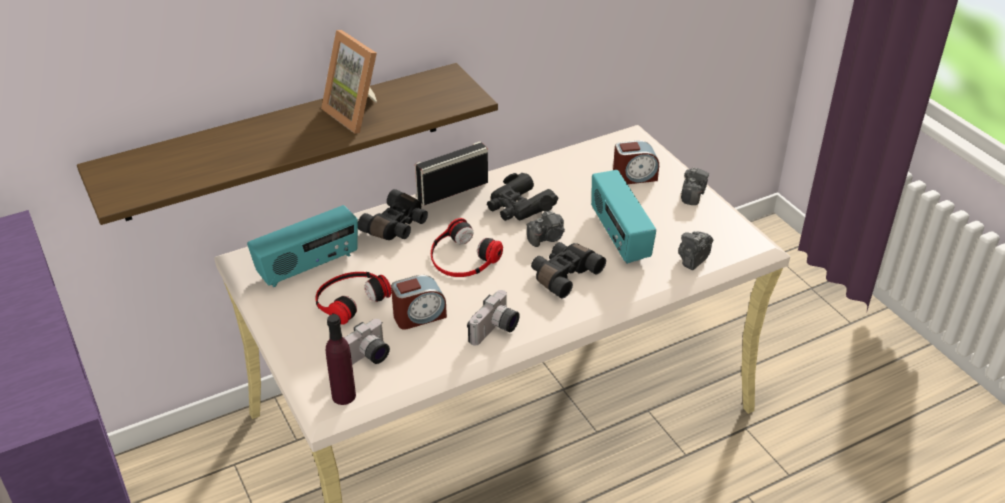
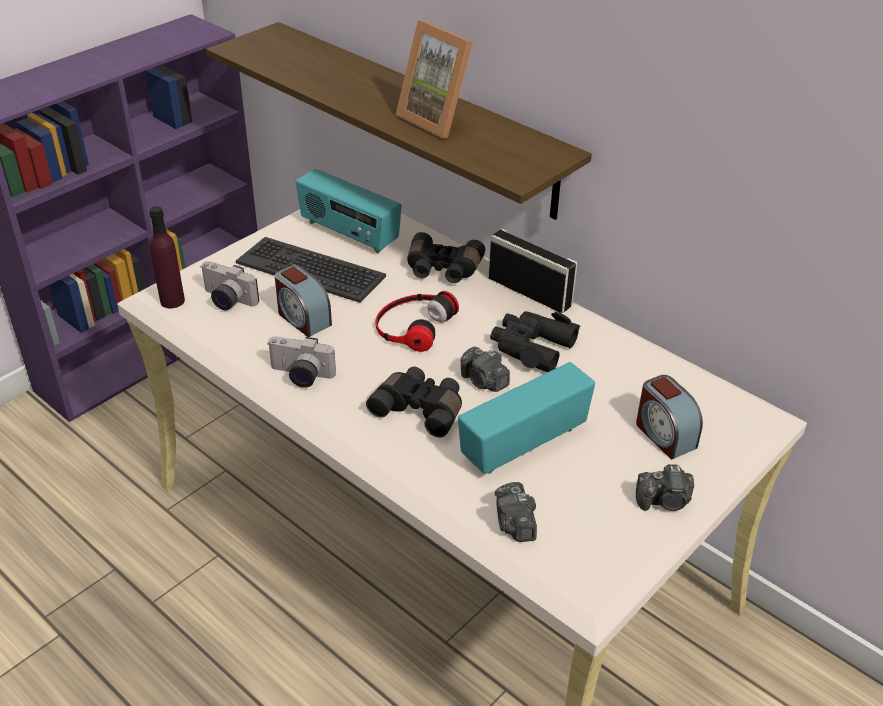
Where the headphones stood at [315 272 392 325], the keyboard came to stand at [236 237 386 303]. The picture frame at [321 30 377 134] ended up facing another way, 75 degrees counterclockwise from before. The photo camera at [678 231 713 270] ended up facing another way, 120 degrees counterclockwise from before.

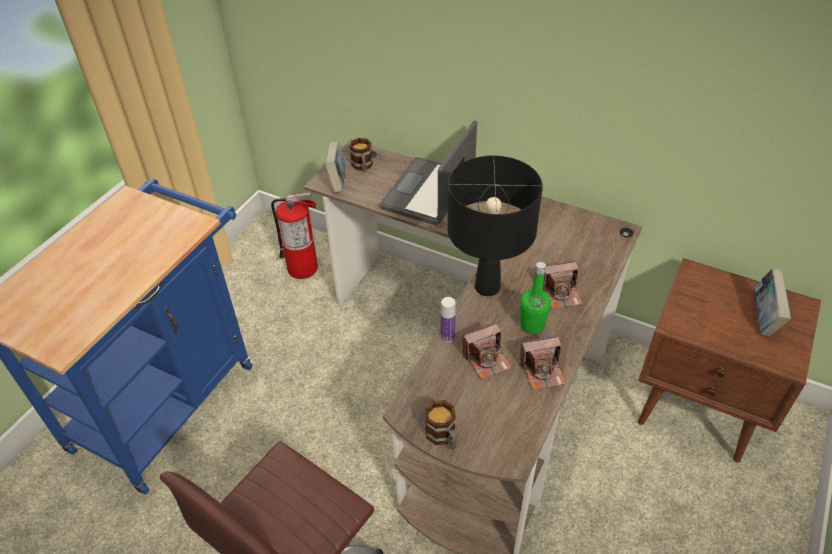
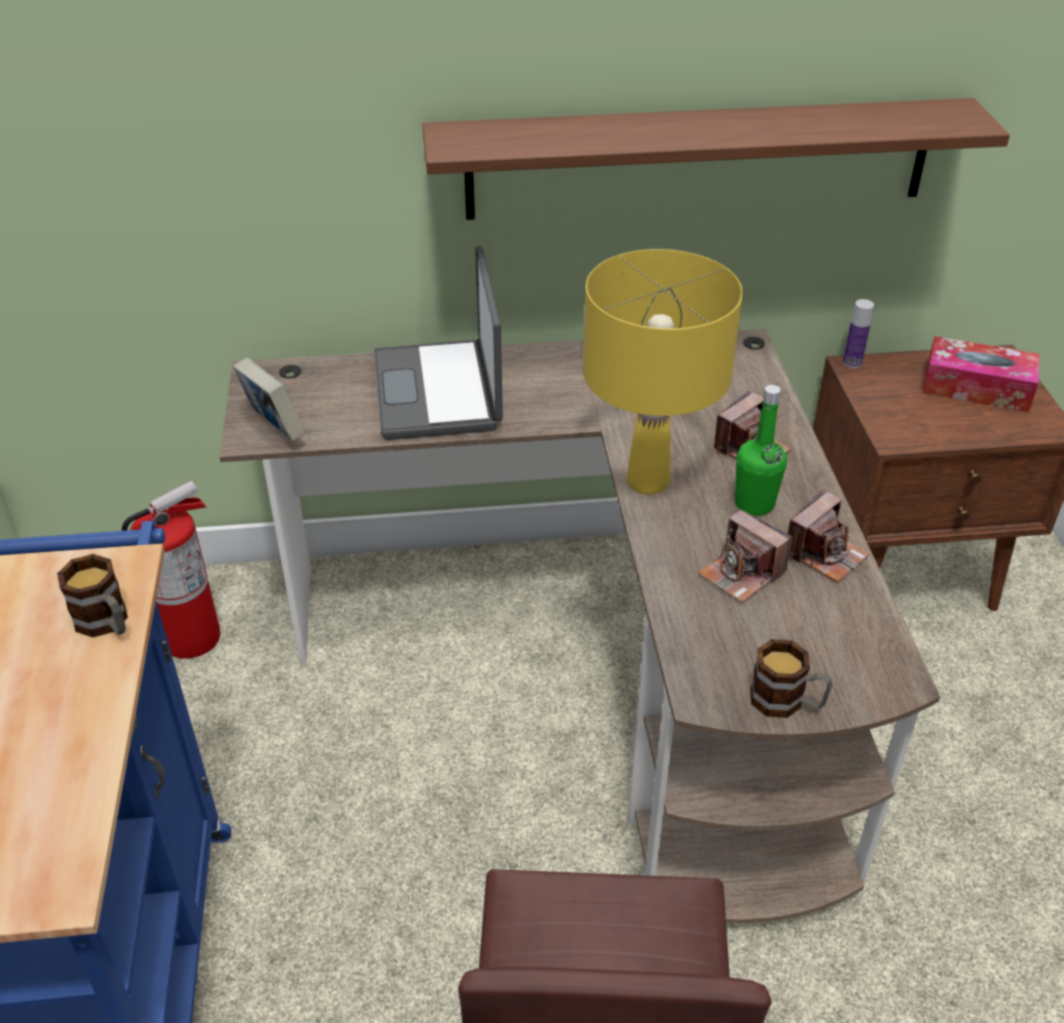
The second view gained the shelf at [422 98 1010 220]. The mug ended up elsewhere, having gone from [349 138 373 172] to [57 554 128 637]. The bottle ended up elsewhere, having gone from [441 297 456 342] to [843 299 874 368]. Where the book stood at [754 269 791 336], the tissue box came to stand at [923 336 1040 412]. What was the black table lamp at [447 155 543 296] turned into the yellow table lamp at [583 249 743 495]. The photo camera at [463 322 512 380] ended up facing another way, 105 degrees clockwise from before.

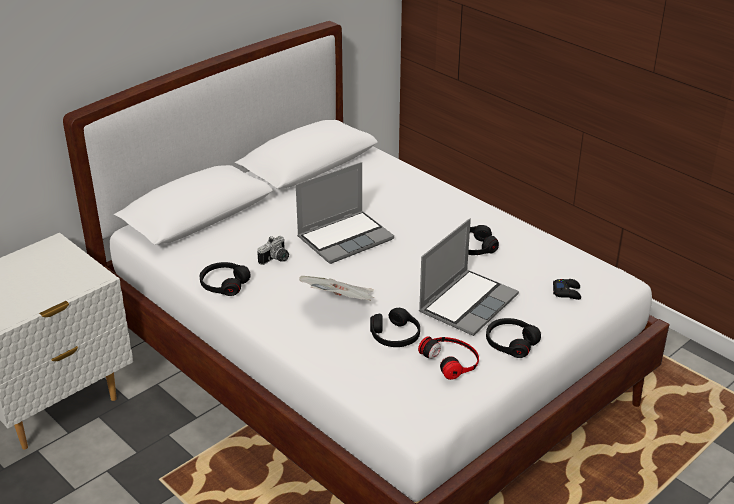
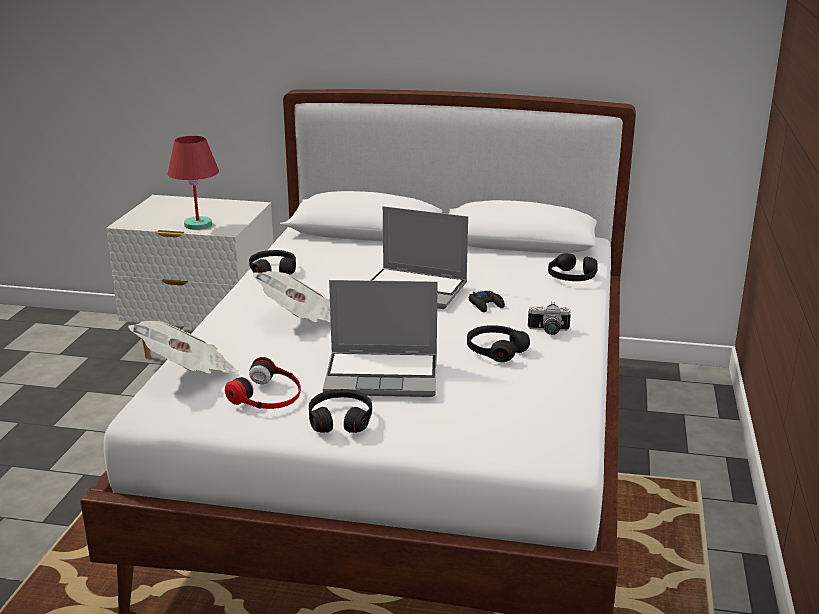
The second view gained the newspaper at [128 321 238 373]. The second view gained the red table lamp at [167 136 219 230]. The photo camera ended up elsewhere, having gone from [257 236 289 265] to [528 301 571 335]. The black headphones ended up elsewhere, having gone from [370 308 420 347] to [548 253 598 281]. The black game controller ended up elsewhere, having gone from [553 279 581 300] to [469 291 505 312].

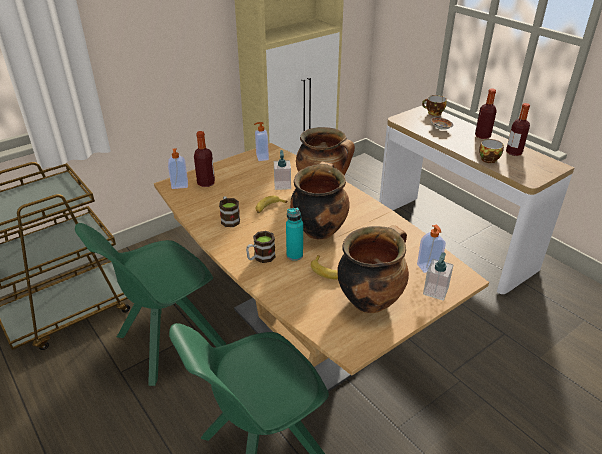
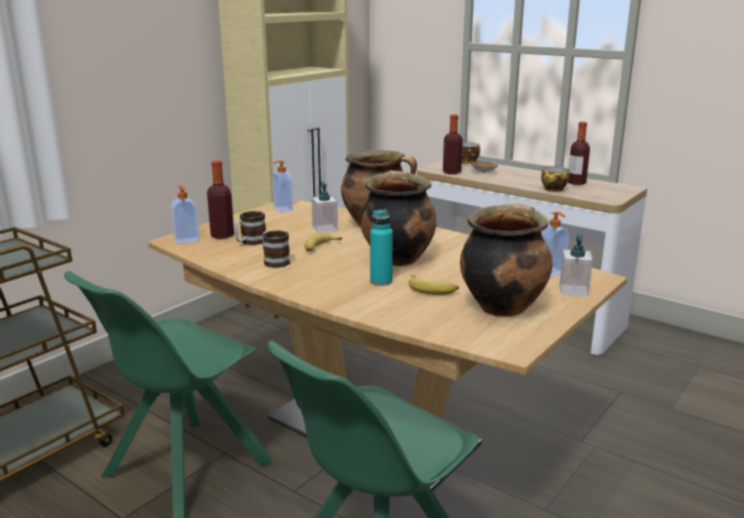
The mug ended up elsewhere, having gone from [246 231 275 263] to [234 211 266 245]. The bottle ended up elsewhere, having gone from [475 88 497 139] to [443 114 463 174].

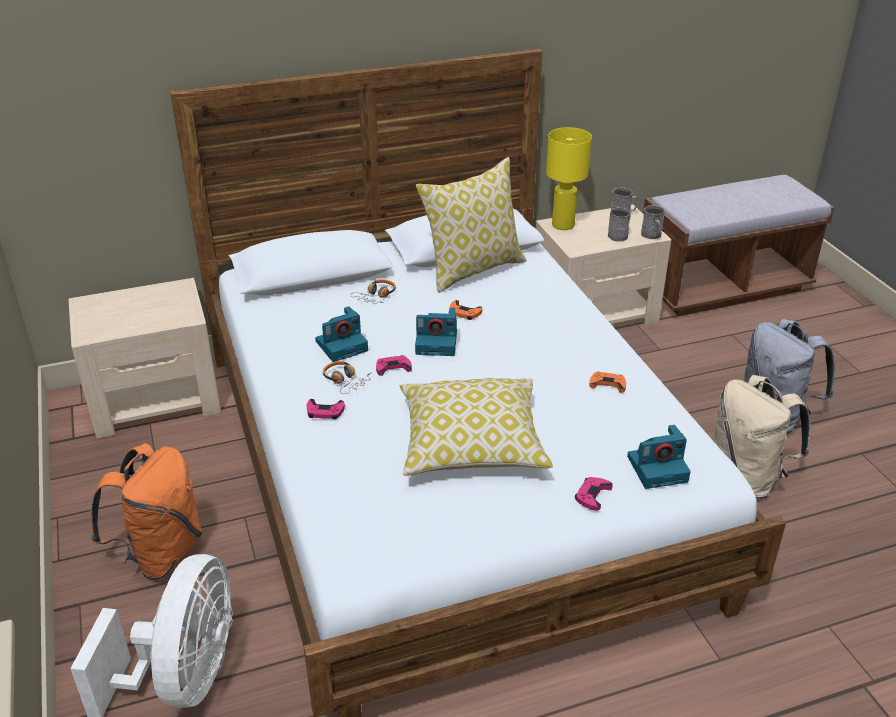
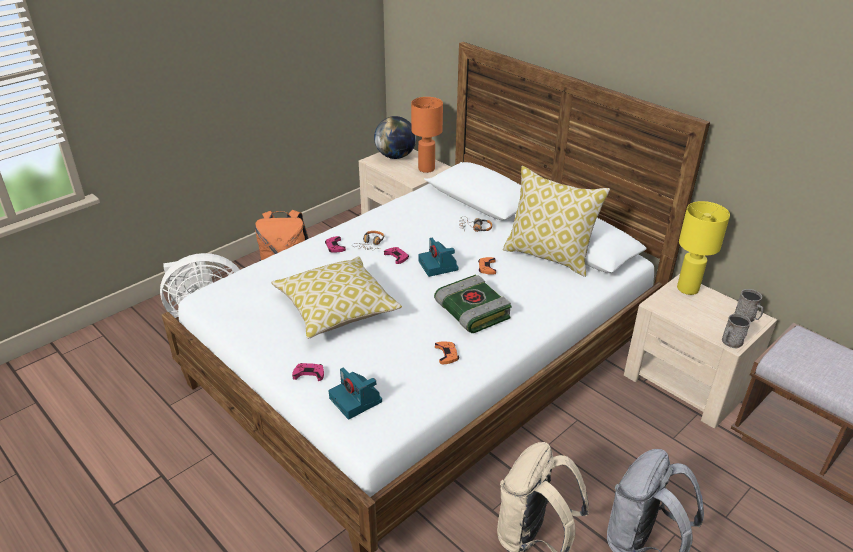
The second view lost the photo camera at [315 306 368 362]. The second view lost the grey mug at [608 207 631 242]. The second view gained the globe at [374 116 416 159]. The second view gained the orange table lamp at [411 97 443 173]. The second view gained the book at [434 275 512 333].

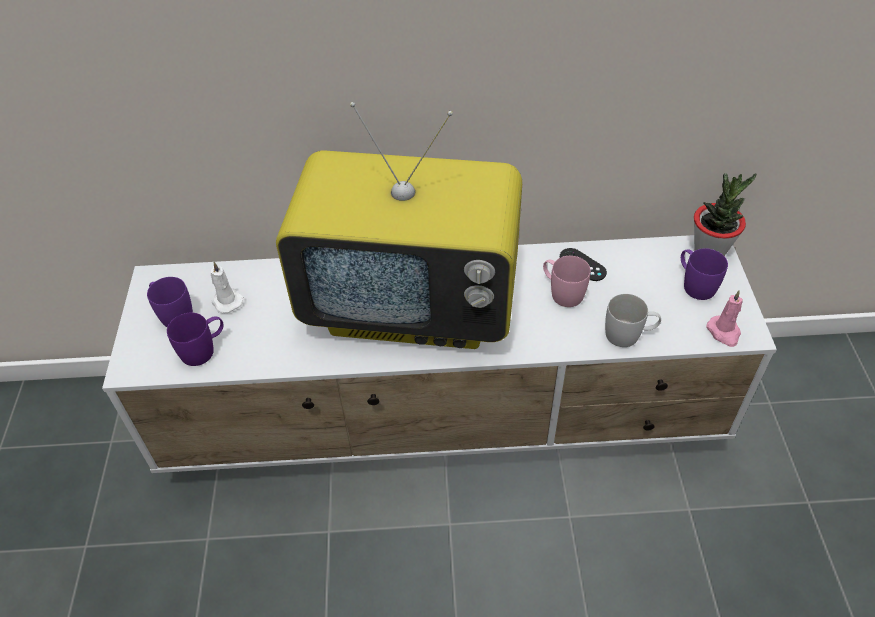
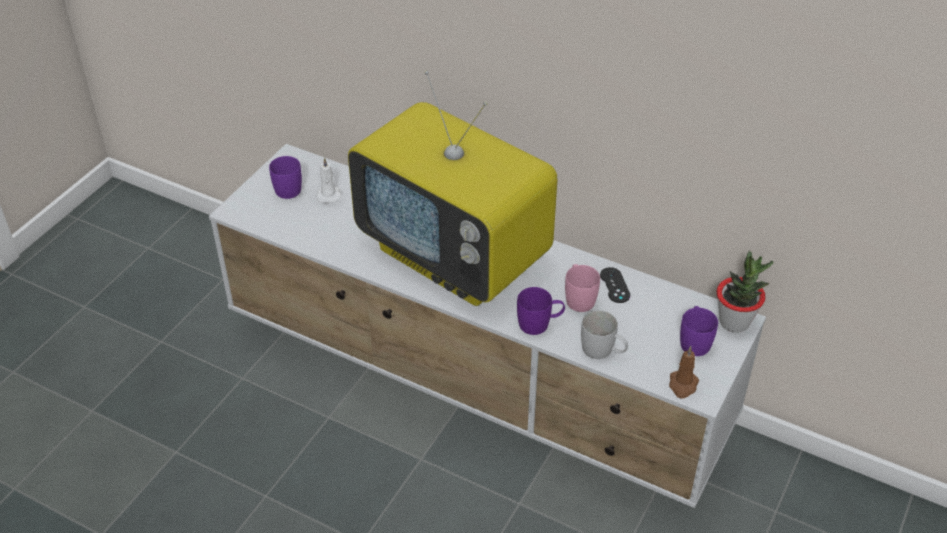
The purple mug ended up elsewhere, having gone from [167 313 223 366] to [517 287 565 335]. What was the pink candle at [706 290 743 347] turned into the brown candle at [669 346 699 399].

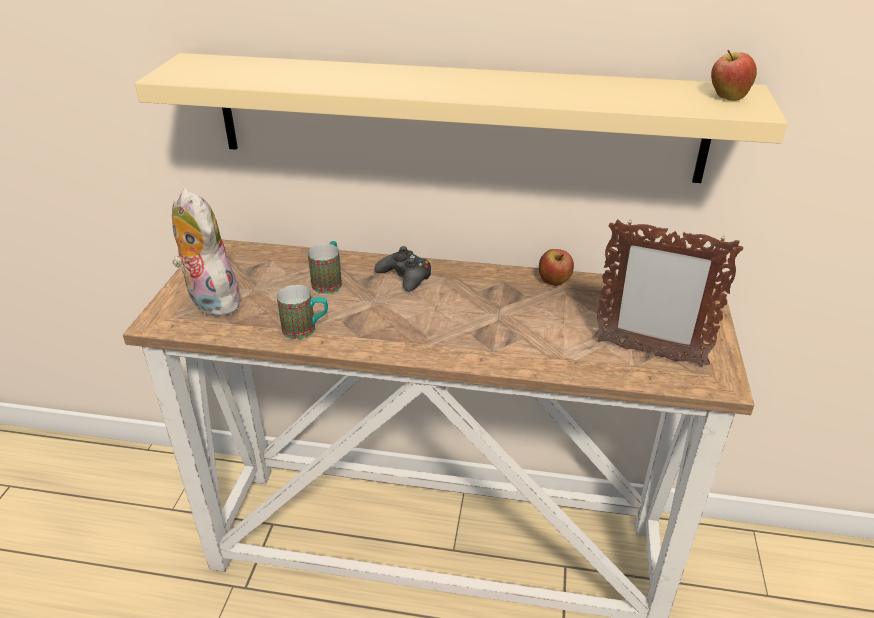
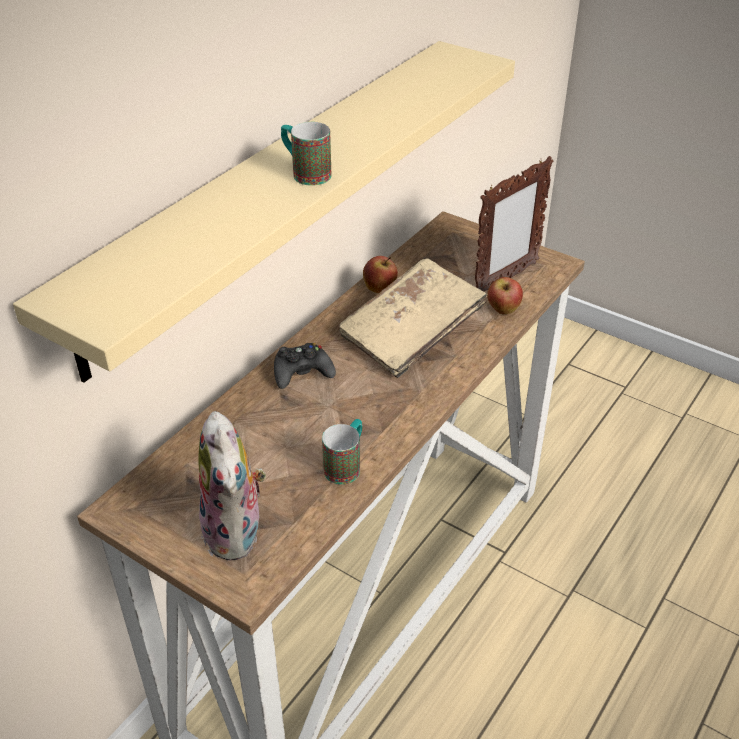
The second view gained the beige book at [339 259 488 378]. The mug ended up elsewhere, having gone from [308 241 342 294] to [281 122 332 186]. The apple ended up elsewhere, having gone from [711 50 757 101] to [487 277 523 314]. The plush toy at [172 189 240 317] ended up facing another way, 90 degrees counterclockwise from before.

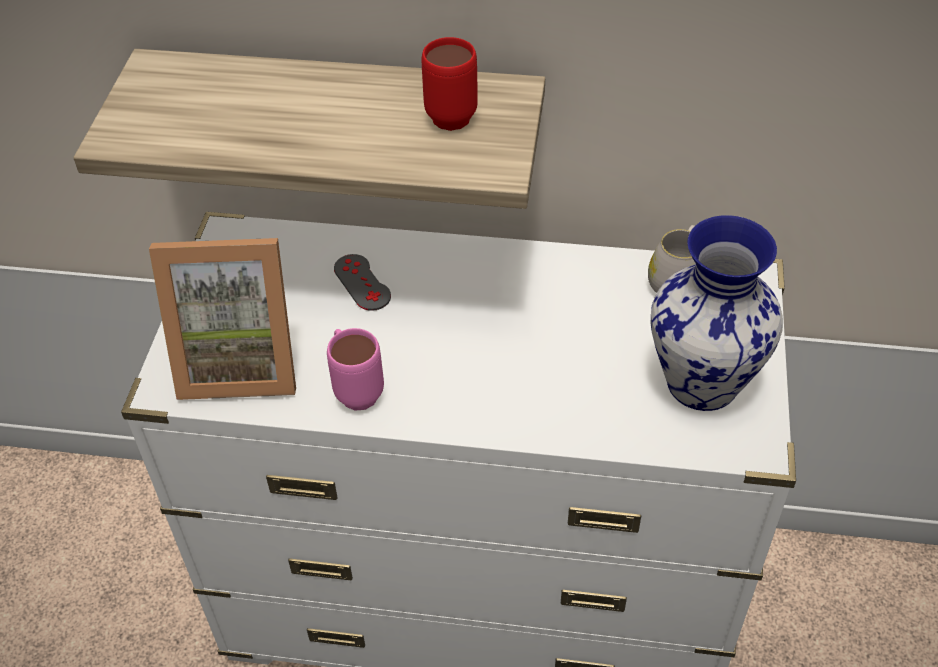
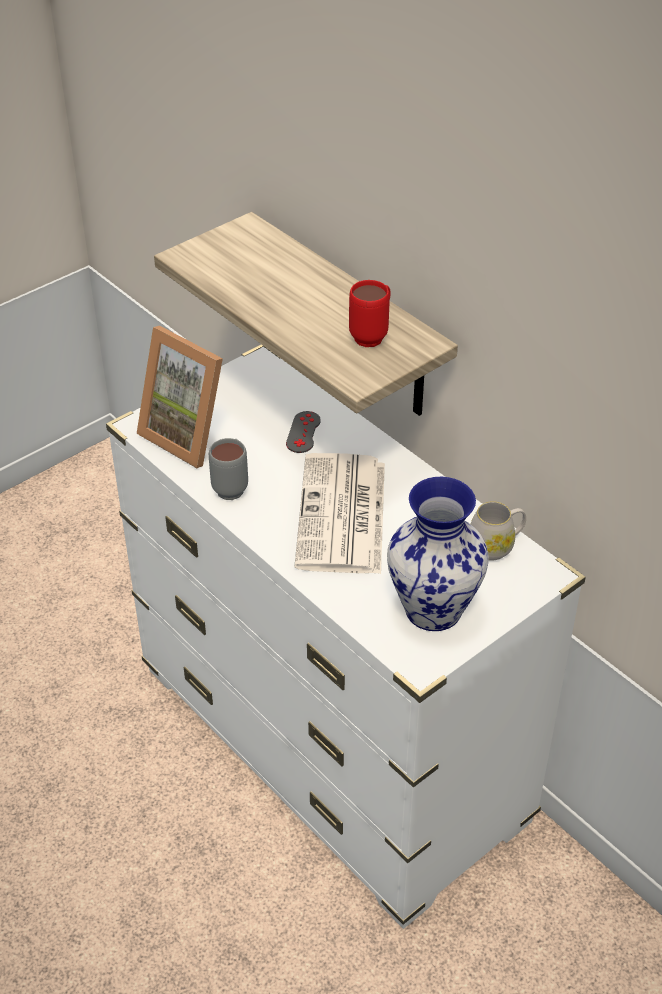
The second view gained the newspaper at [294 453 385 574]. What was the pink mug at [327 328 384 410] turned into the grey mug at [209 438 248 500].

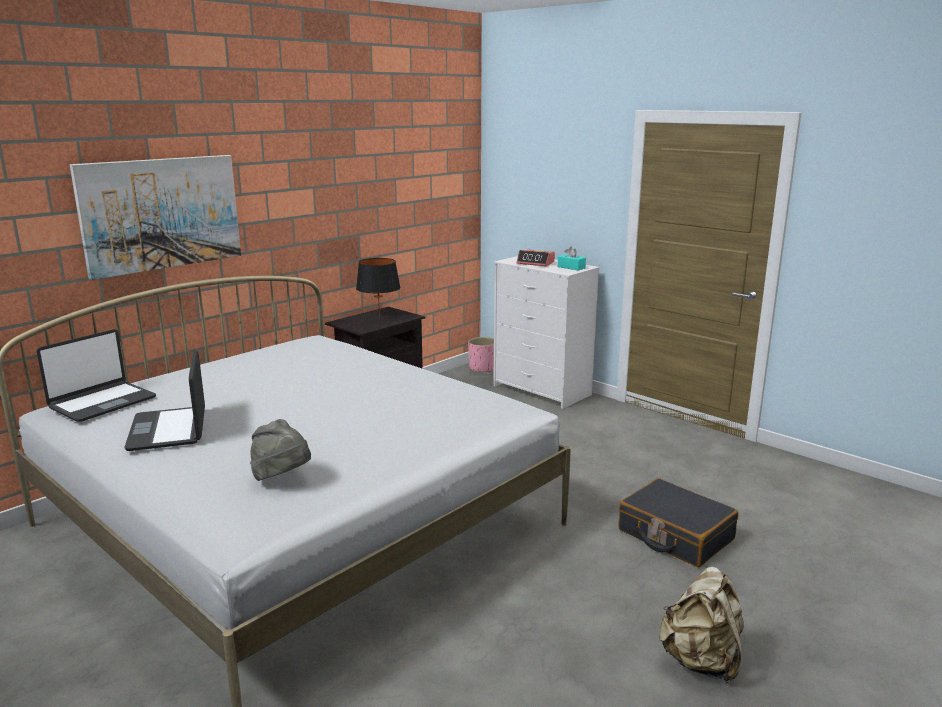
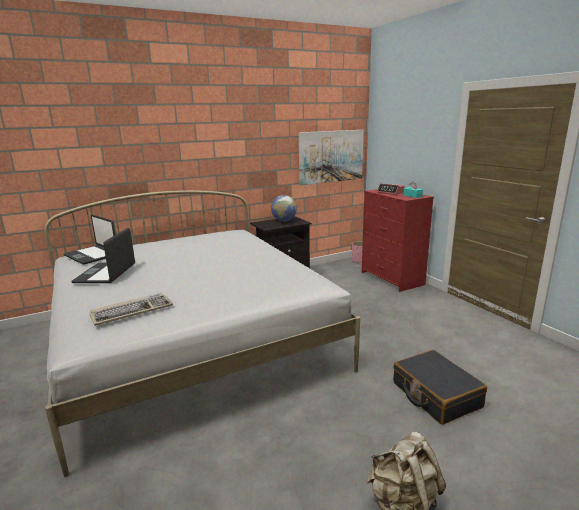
The picture ended up elsewhere, having gone from [70 155 241 280] to [299 130 364 185]. Where the grey hat stood at [250 419 311 481], the keyboard came to stand at [89 293 173 326]. Where the black table lamp stood at [356 258 400 316], the globe came to stand at [271 195 297 221]. What was the white dresser at [493 256 600 409] turned into the red dresser at [362 189 434 292]. The laptop at [37 329 156 422] ended up facing another way, 75 degrees clockwise from before.

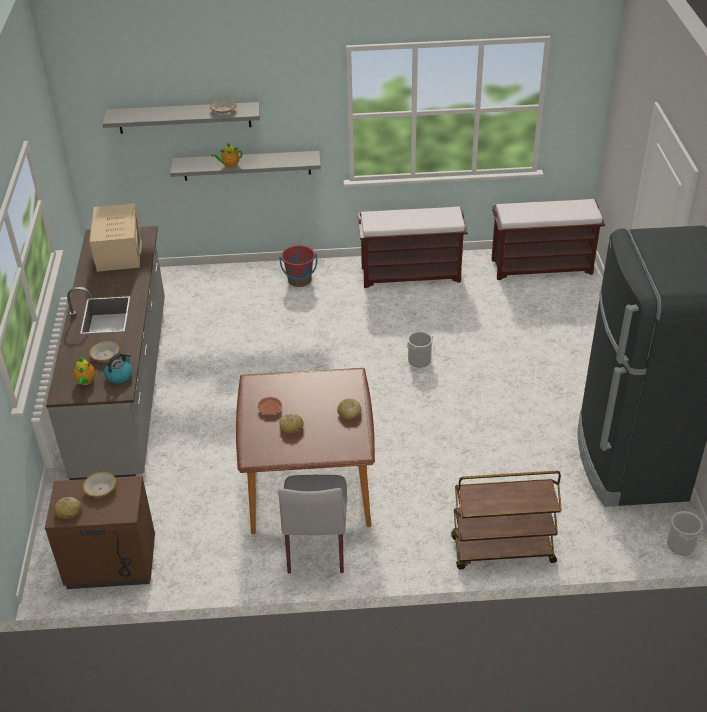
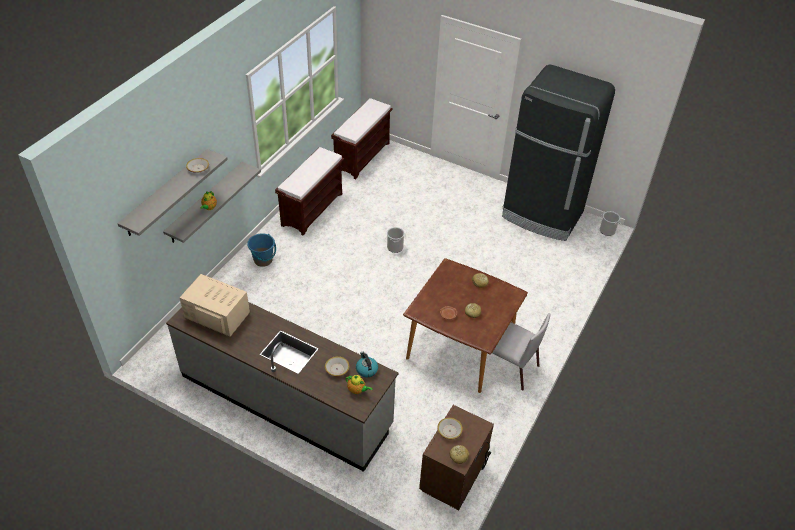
The second view lost the brown cart at [451 471 562 570]. What was the red bucket at [279 245 317 287] turned into the blue bucket at [247 233 276 267].

